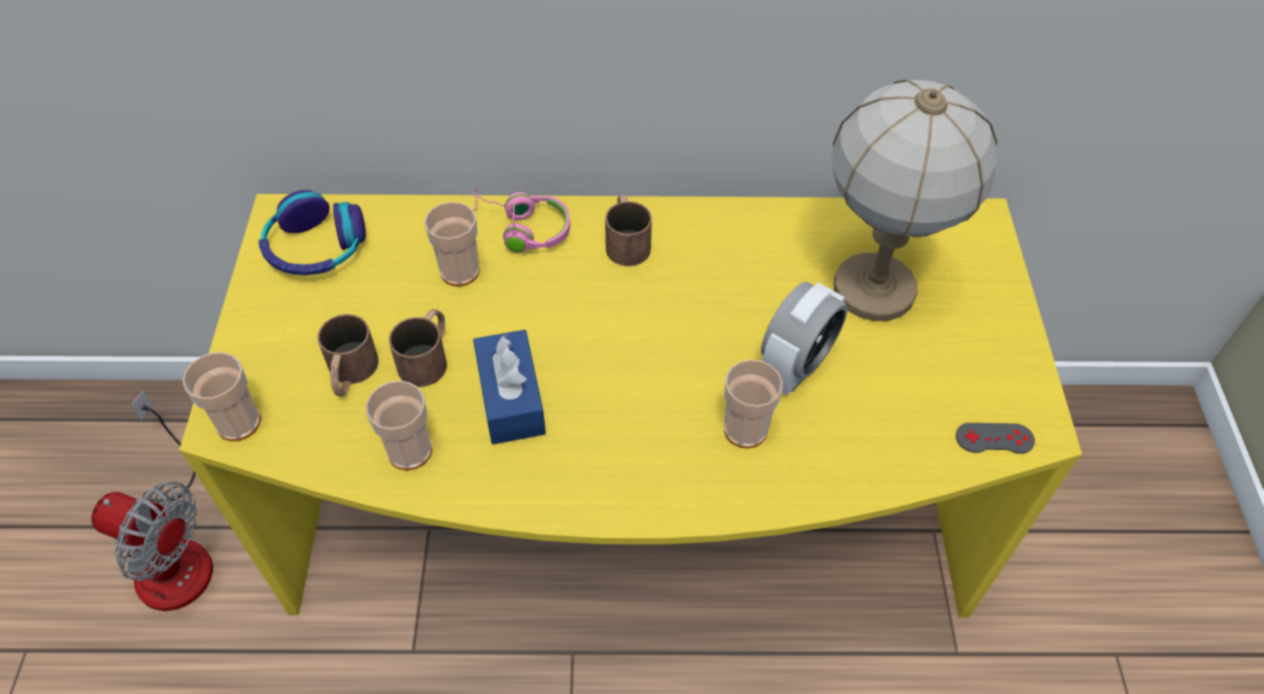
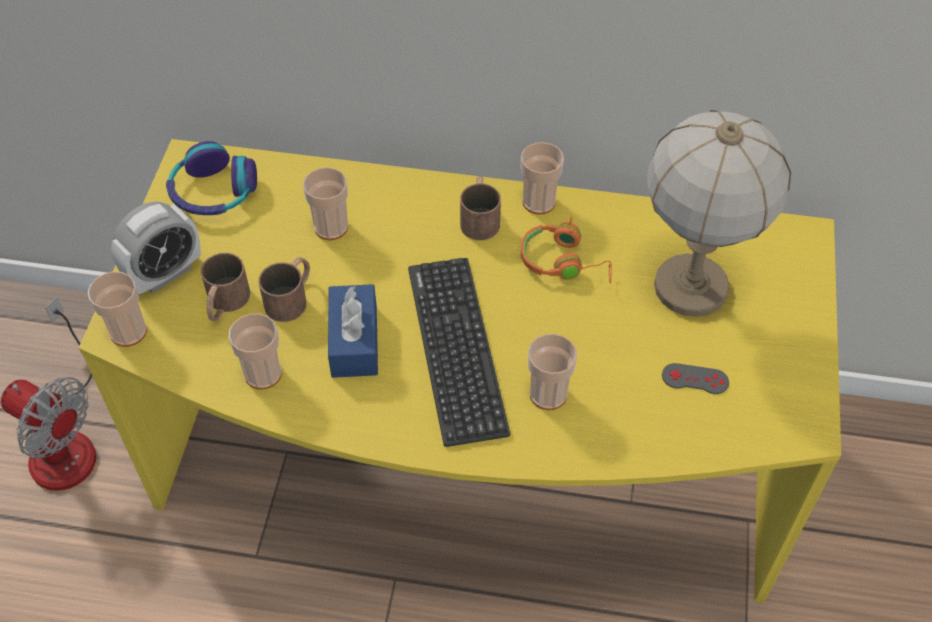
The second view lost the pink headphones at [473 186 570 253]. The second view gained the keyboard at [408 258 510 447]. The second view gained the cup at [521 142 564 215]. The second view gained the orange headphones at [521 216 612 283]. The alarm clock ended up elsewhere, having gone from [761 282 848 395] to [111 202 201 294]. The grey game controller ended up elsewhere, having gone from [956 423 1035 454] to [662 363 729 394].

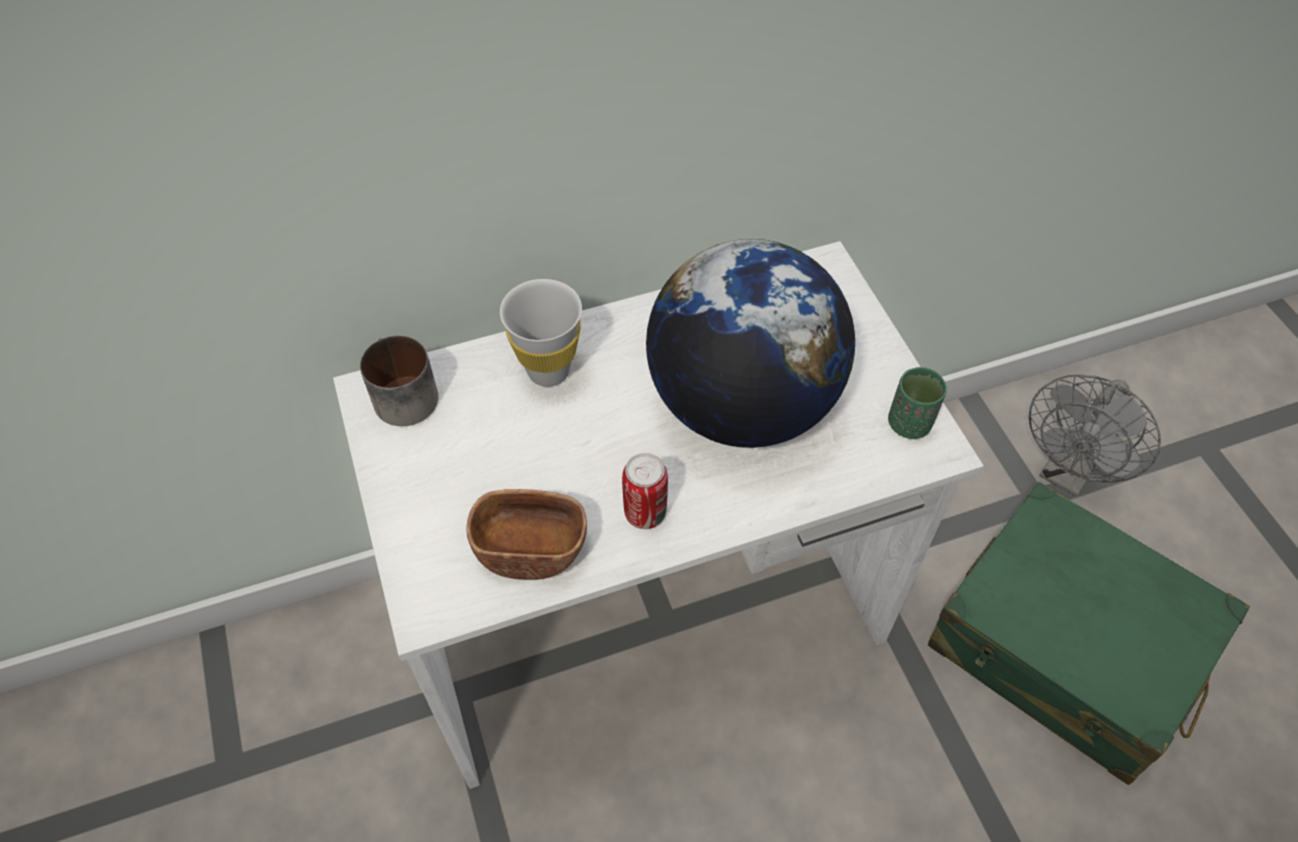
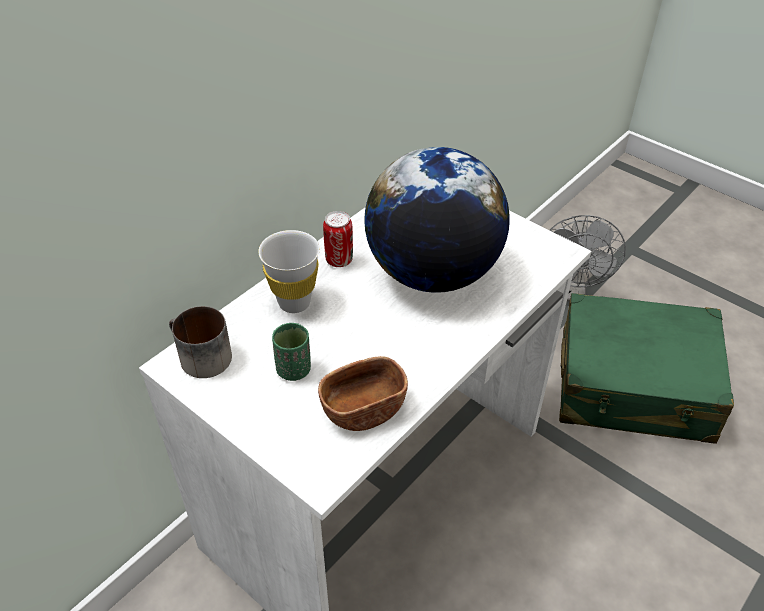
The can ended up elsewhere, having gone from [622 453 668 529] to [323 211 353 267]. The green cup ended up elsewhere, having gone from [888 367 947 439] to [272 323 311 381].

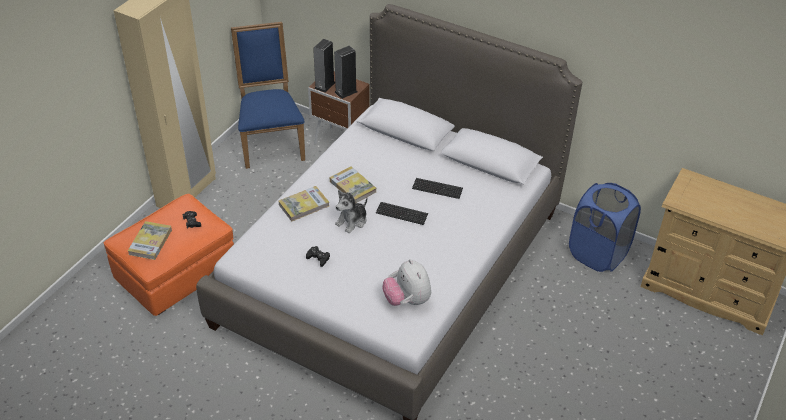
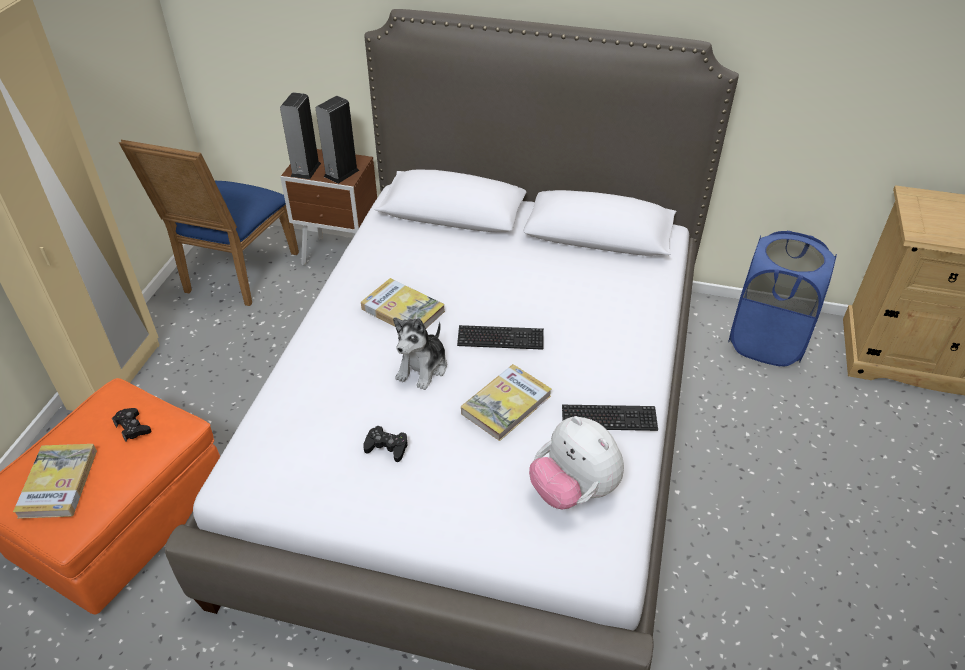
The book ended up elsewhere, having gone from [279 186 329 221] to [461 364 552 441]. The keyboard ended up elsewhere, having gone from [412 178 463 199] to [562 405 658 431]. The blue chair at [231 22 305 169] ended up facing another way, 135 degrees counterclockwise from before.

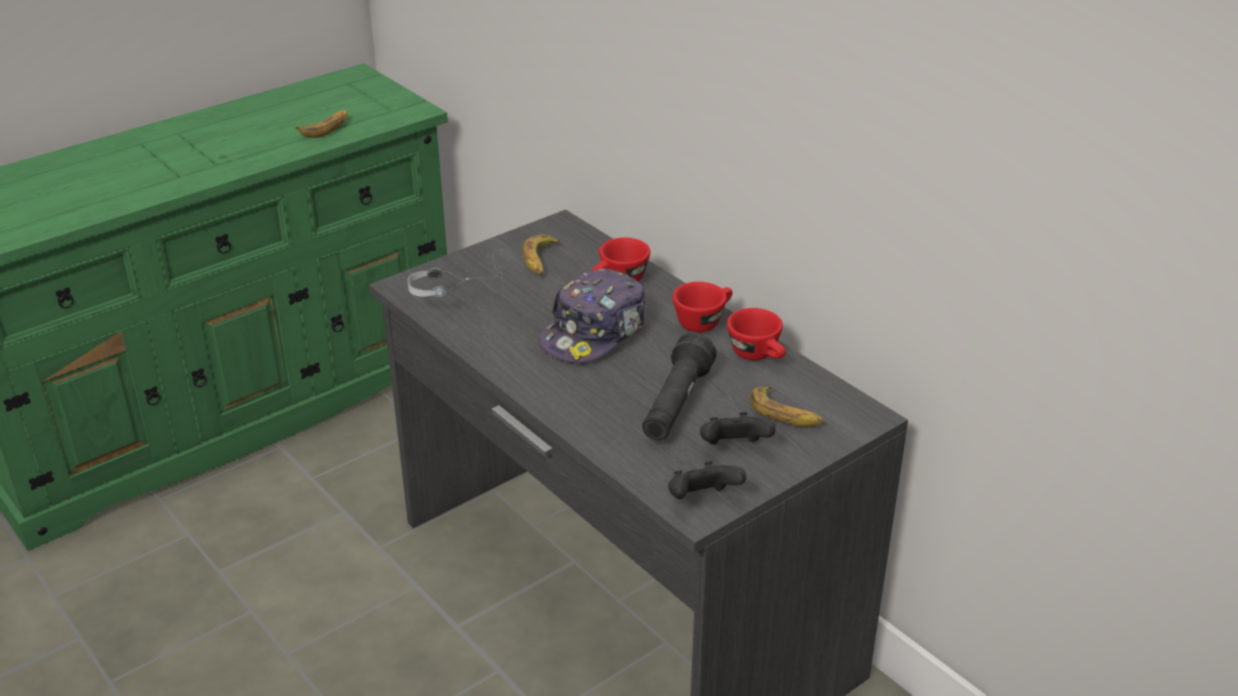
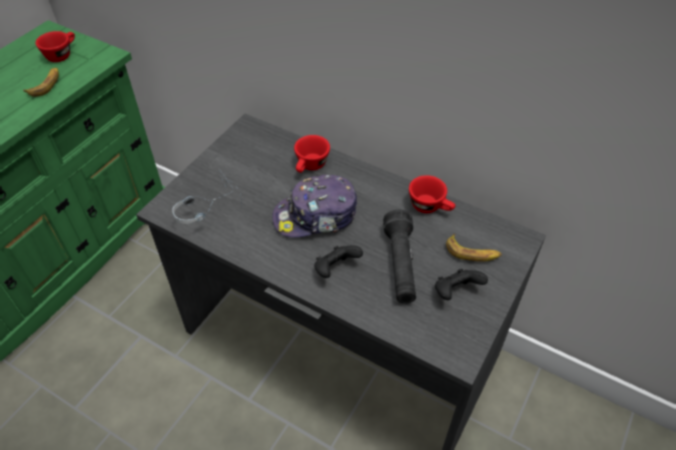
The second view lost the banana at [522 234 562 276]. The black game controller ended up elsewhere, having gone from [668 461 746 499] to [314 245 363 278]. The red cup ended up elsewhere, having gone from [672 282 733 332] to [36 31 75 62]. The cap at [539 268 645 363] ended up facing another way, 60 degrees clockwise from before.

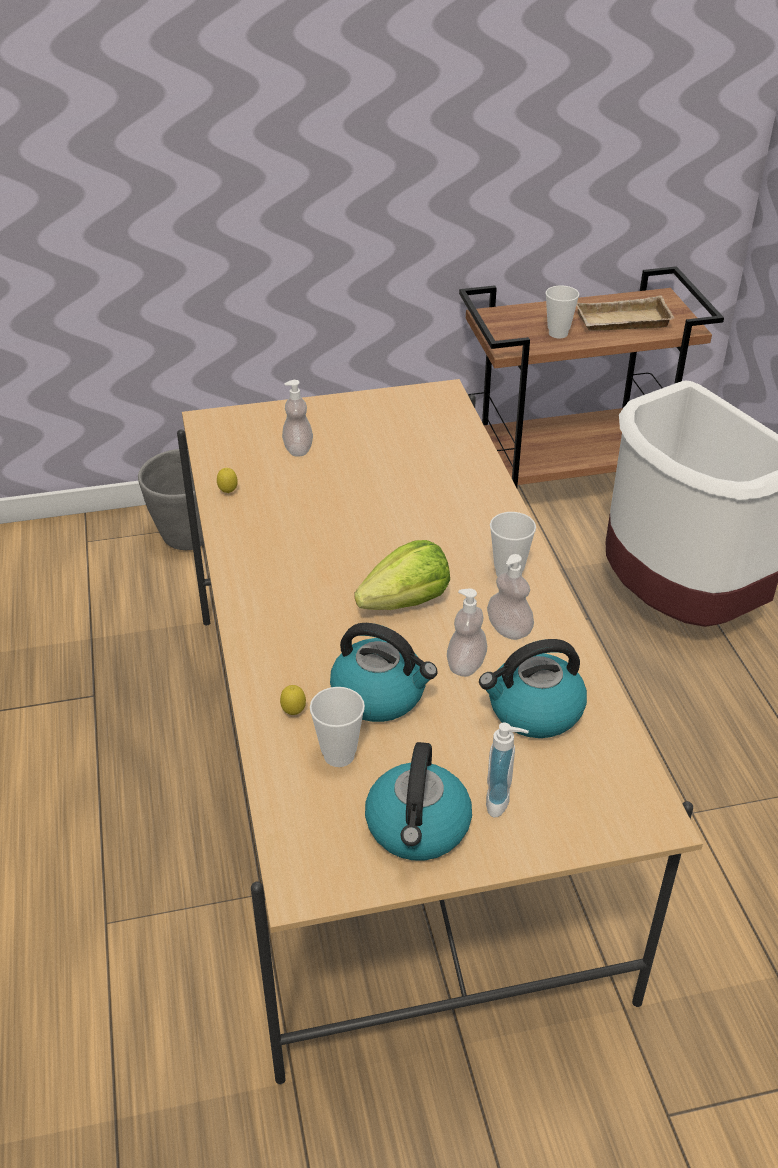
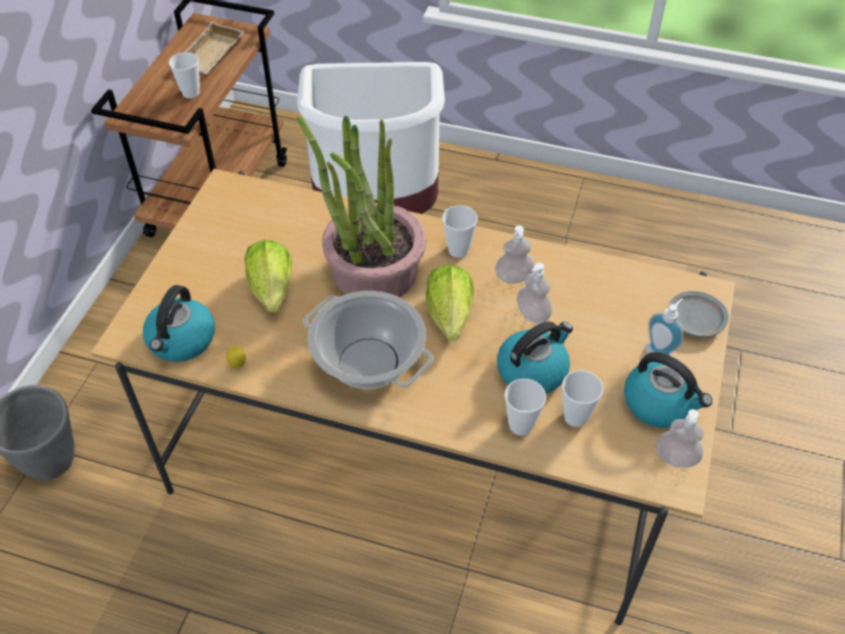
The second view gained the lettuce at [245 240 292 312]. The second view gained the potted plant at [297 116 426 298]. The second view gained the cooking pot at [303 291 433 389]. The second view gained the grey plate at [668 291 729 337]. The soap dispenser ended up elsewhere, having gone from [282 380 313 457] to [656 409 704 468]. The kettle ended up elsewhere, having gone from [479 639 587 738] to [143 285 215 362]. Where the lemon stood at [280 685 306 715], the cup came to stand at [505 379 546 436].

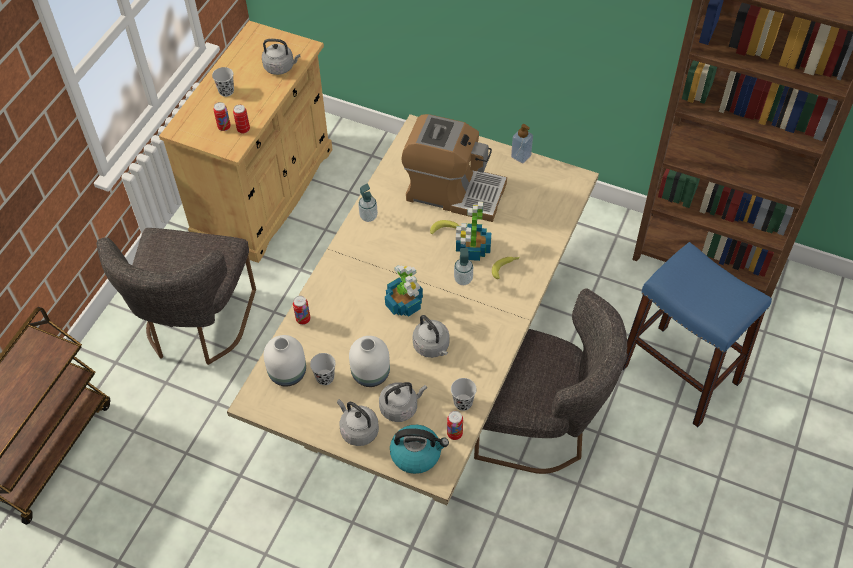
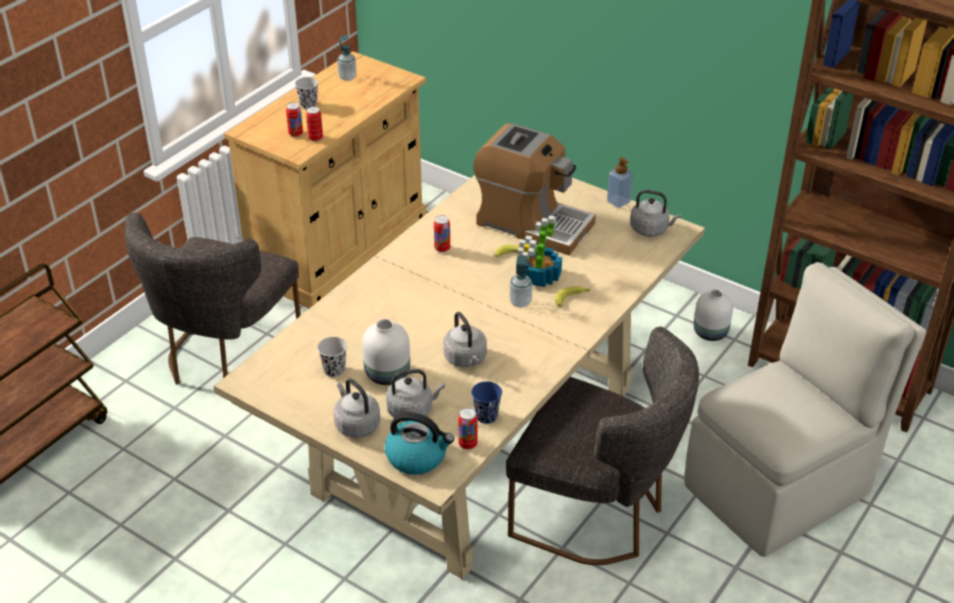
The second view lost the potted plant at [385 265 423 317]. The grey kettle ended up elsewhere, having gone from [262 39 300 75] to [630 190 681 237]. The white vase ended up elsewhere, having gone from [264 335 306 386] to [694 289 733 341]. The can ended up elsewhere, having gone from [293 296 310 325] to [434 215 450 252]. The soap dispenser ended up elsewhere, having gone from [358 184 378 222] to [337 35 356 81]. Where the blue stool stood at [622 242 772 427], the beige chair came to stand at [685 262 926 557]. What was the black cup at [451 378 477 411] turned into the blue cup at [471 381 502 424].

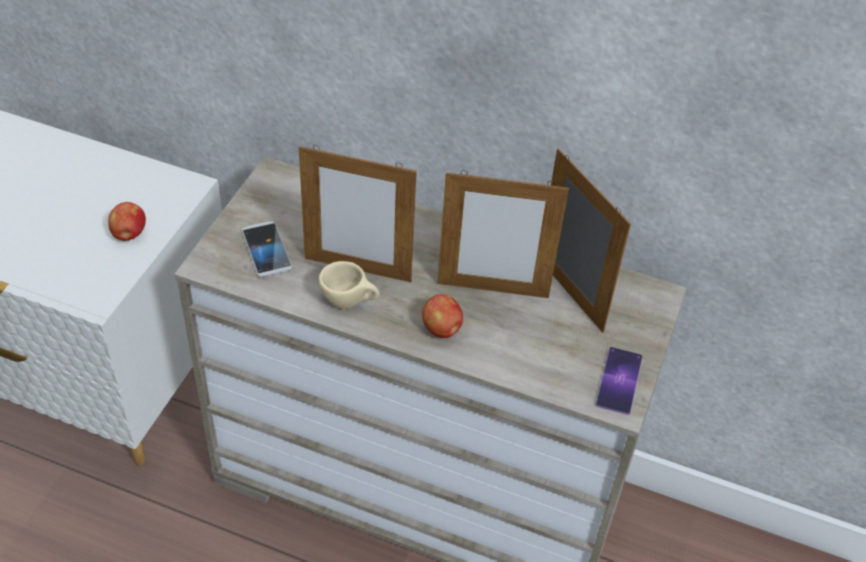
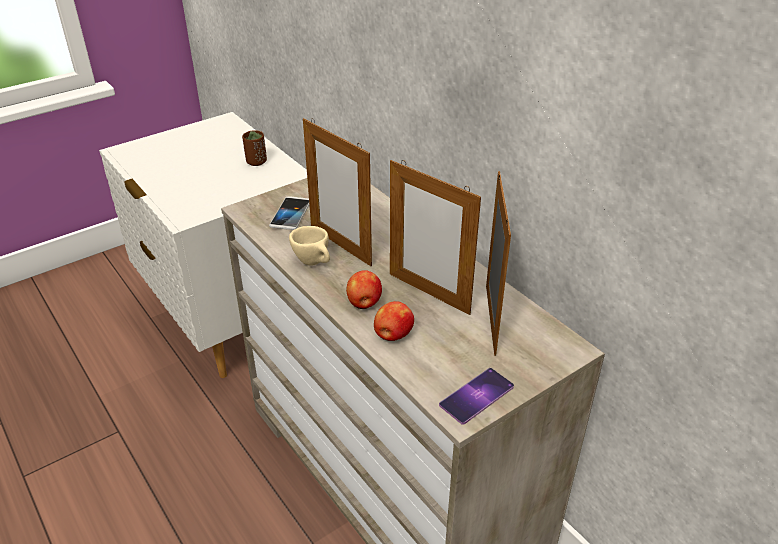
The second view gained the brown cup at [242 130 267 166]. The apple ended up elsewhere, having gone from [108 202 146 241] to [374 301 414 341].

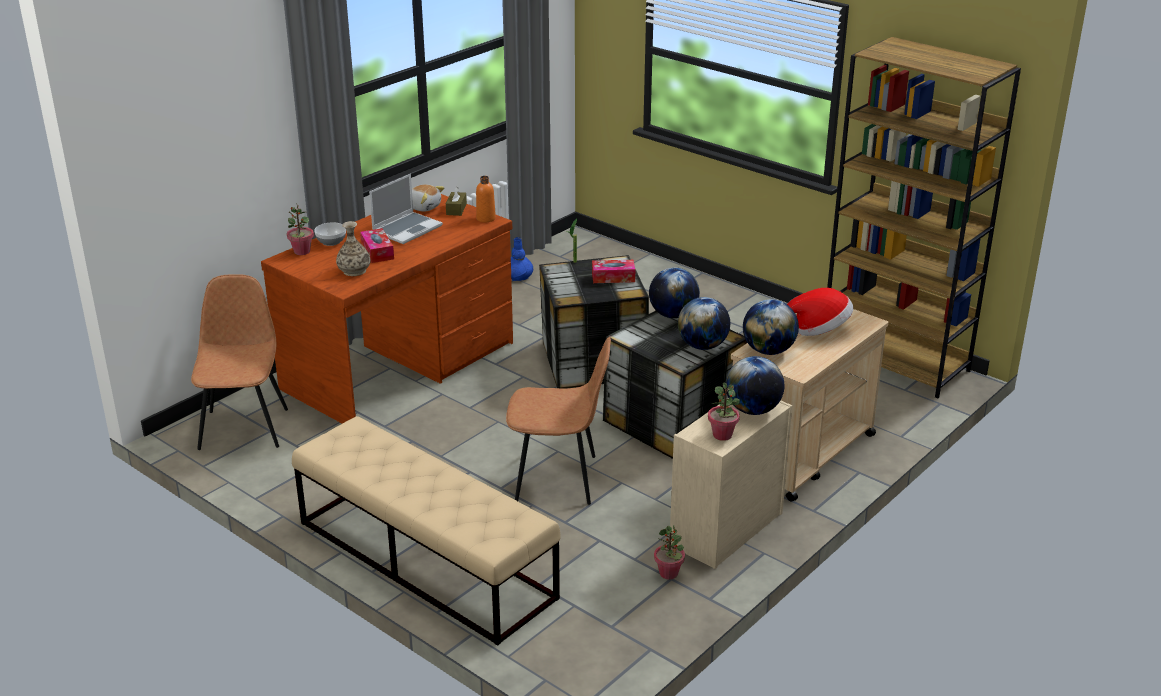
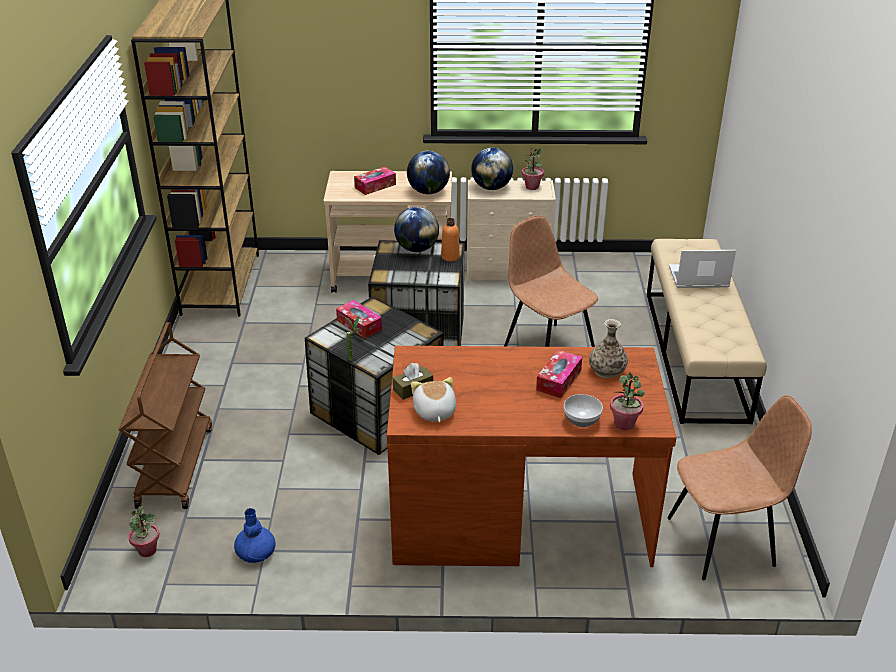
The second view lost the globe at [649 268 700 318]. The second view gained the brown cart at [118 322 212 509]. The laptop ended up elsewhere, having gone from [369 174 443 244] to [669 250 736 288]. The orange bottle ended up elsewhere, having gone from [476 176 496 222] to [441 218 460 261]. The potted plant ended up elsewhere, having gone from [654 525 685 579] to [128 506 159 557]. Where the hat stood at [787 288 853 336], the tissue box came to stand at [354 167 396 195]. The brown chair at [191 274 288 450] ended up facing another way, 150 degrees counterclockwise from before.

